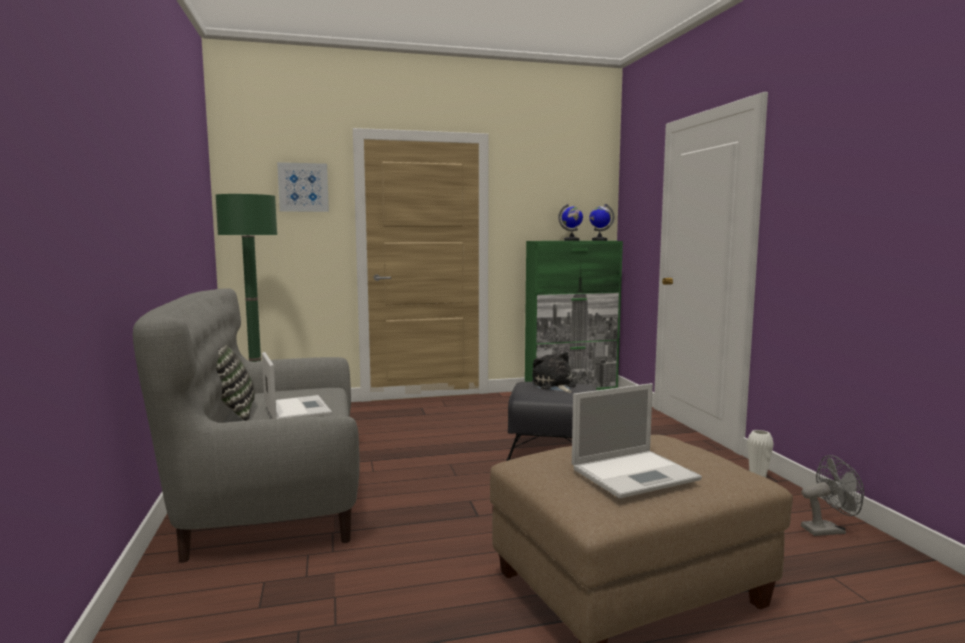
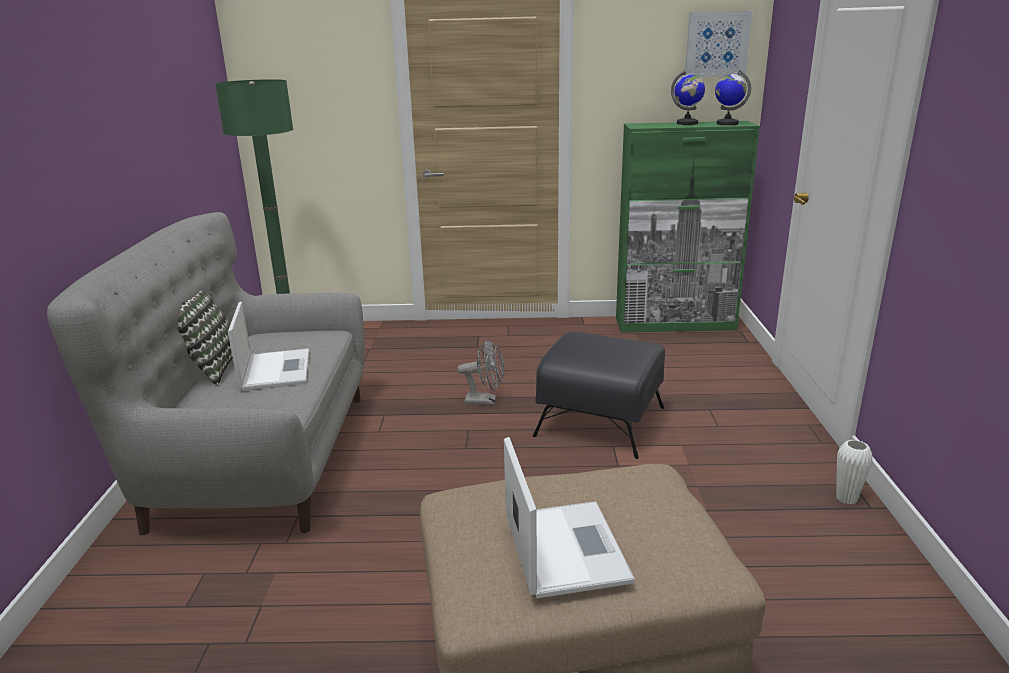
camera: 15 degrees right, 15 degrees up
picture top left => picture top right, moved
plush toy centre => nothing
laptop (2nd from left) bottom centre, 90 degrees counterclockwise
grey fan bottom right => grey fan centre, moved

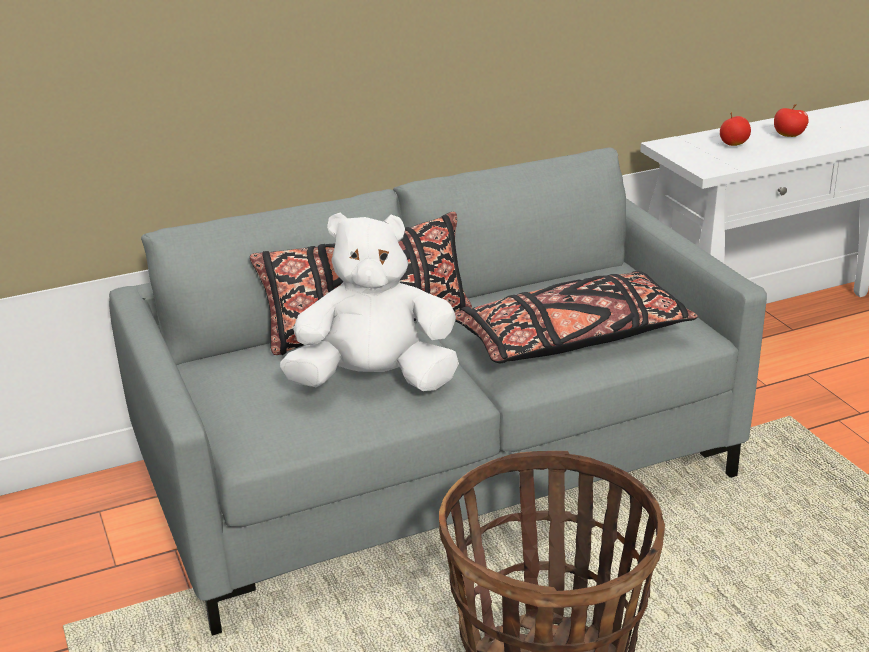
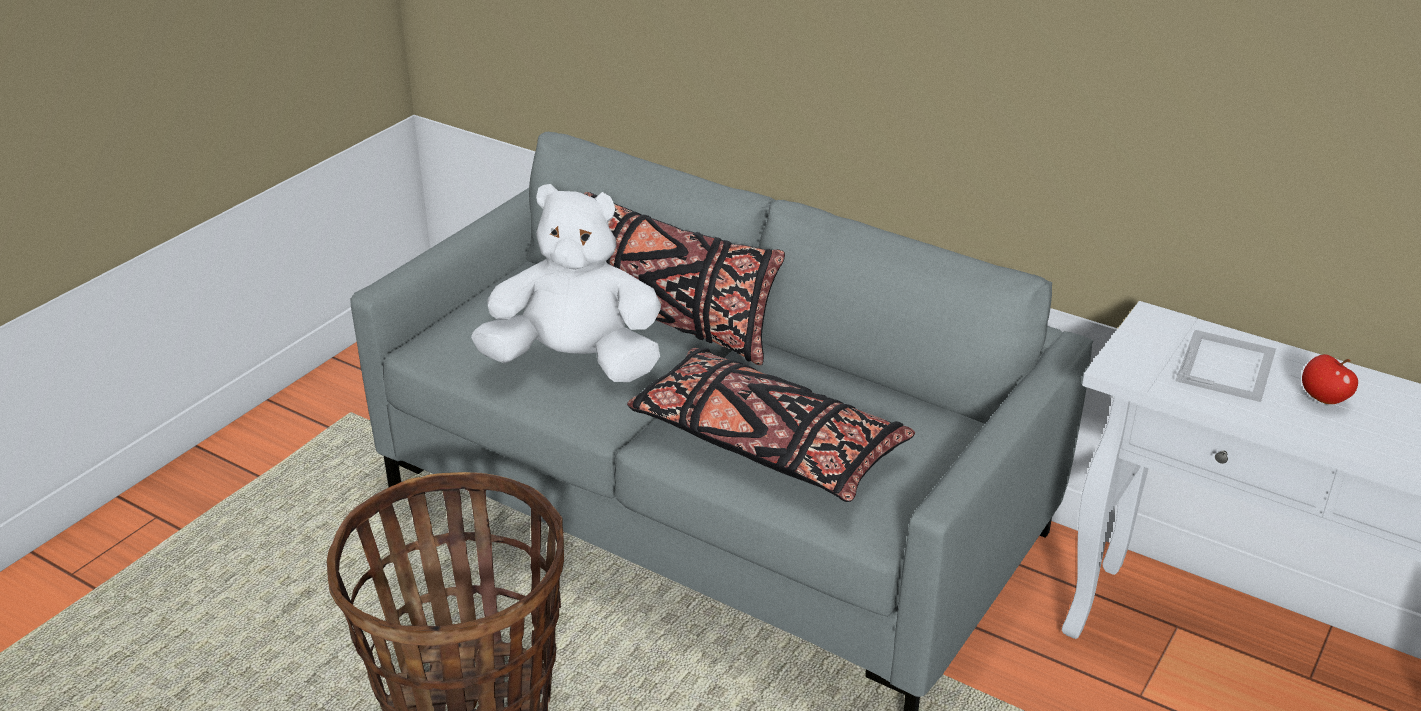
camera: 55 degrees right, 5 degrees up
white plush toy centre, 45 degrees counterclockwise
apple (1st from left) top right => picture frame middle right

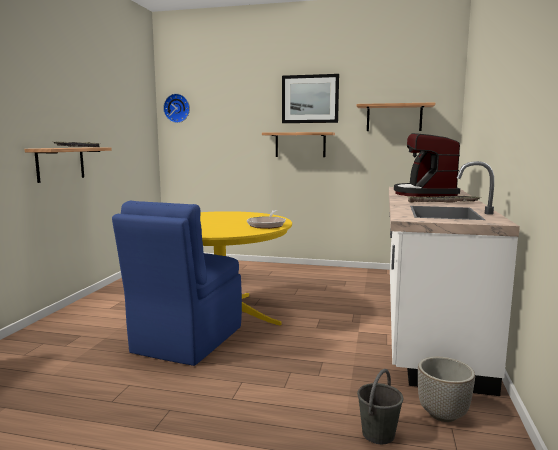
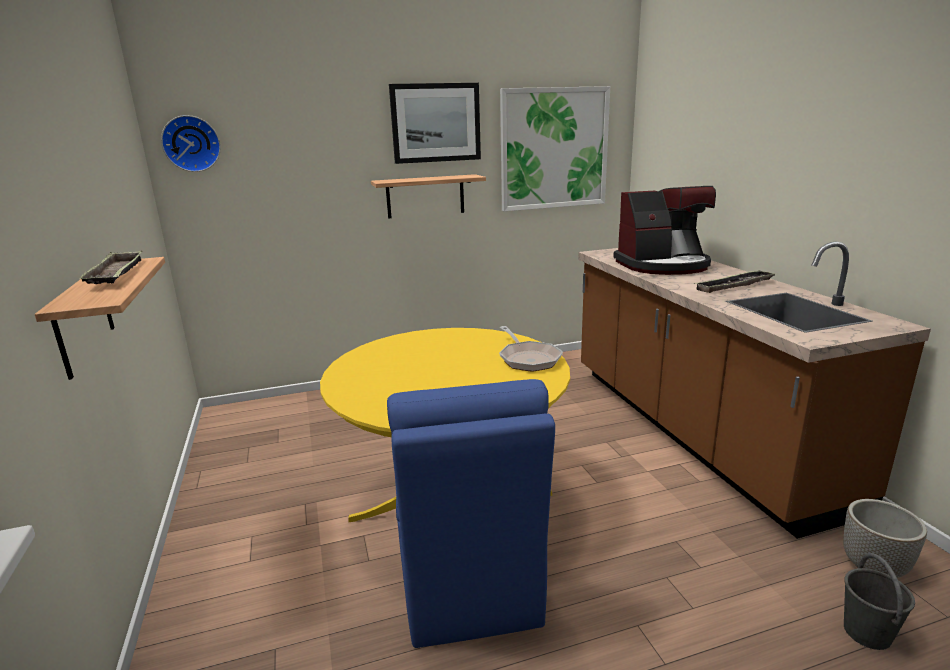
camera: 30 degrees left, 10 degrees up
shelf (3rd from left) top right => picture (2nd from left) top centre
white counter middle right => brown counter middle right
coffee machine middle right, 75 degrees counterclockwise

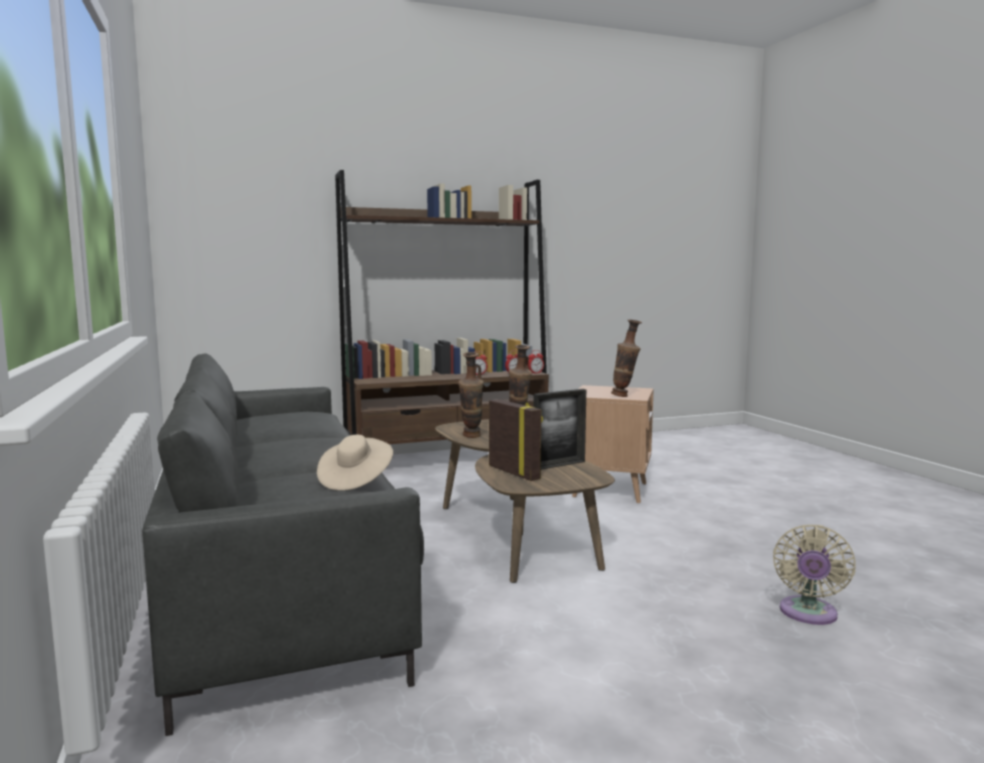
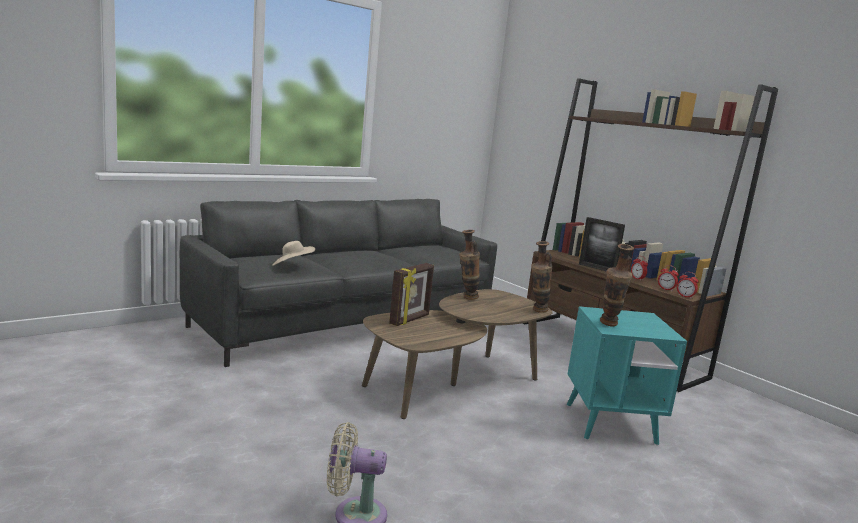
camera: 70 degrees right, 5 degrees up
picture frame (2nd from left) centre => picture frame (2nd from left) middle right, moved
brown side table centre => turquoise side table bottom right

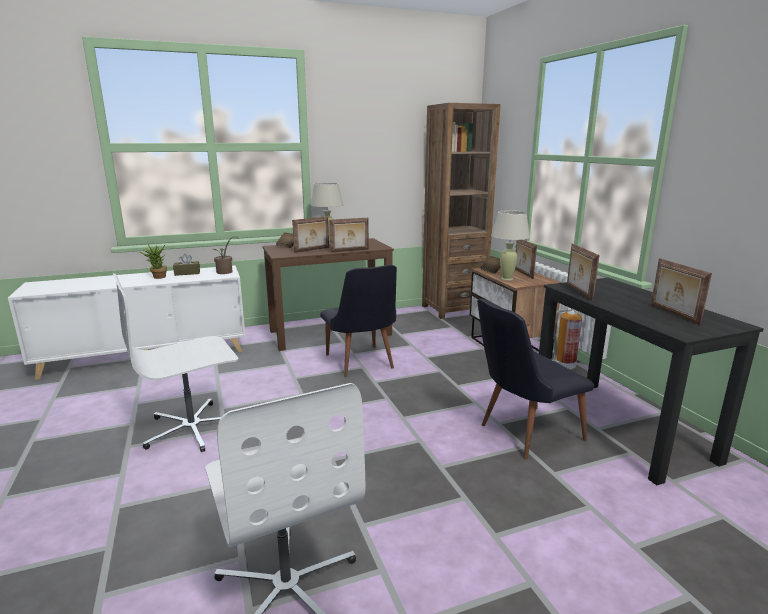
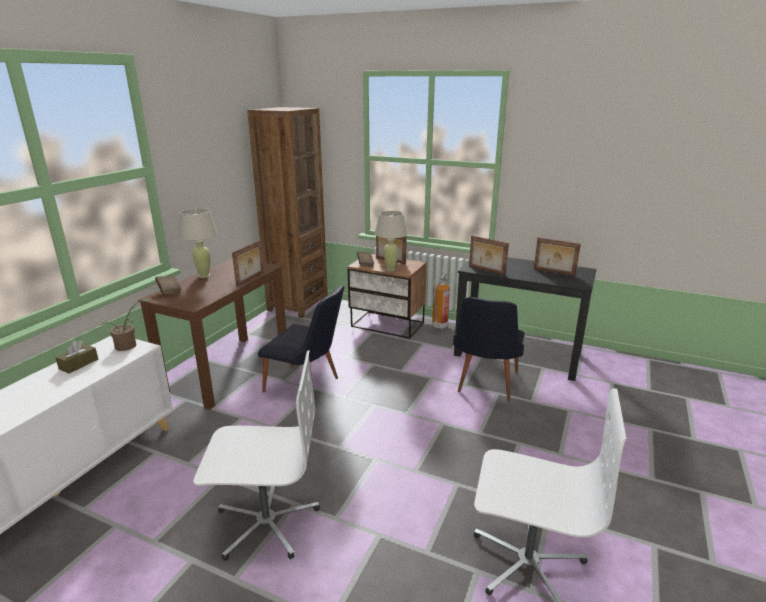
camera: 45 degrees left, 5 degrees up
white office chair (1st from left) middle left => white office chair (1st from left) bottom centre, 105 degrees counterclockwise
potted plant (1st from left) middle left => nothing
picture frame (1st from left) centre => nothing

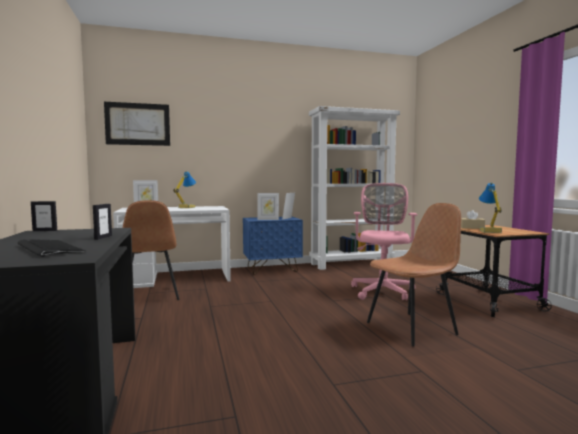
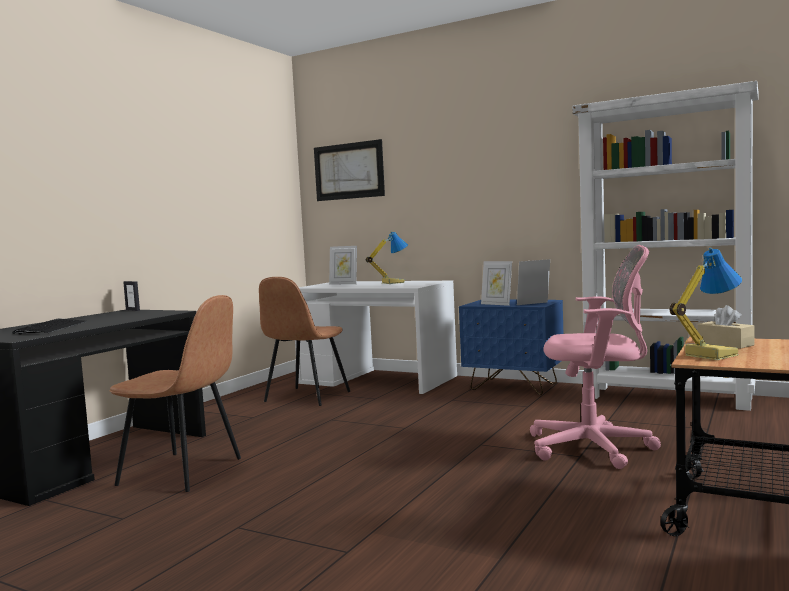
camera: 45 degrees right, 0 degrees up
picture frame (2nd from left) middle left => nothing
pink office chair centre => pink office chair middle right, 45 degrees clockwise
brown chair (2nd from left in the first image) middle right => brown chair (1st from left) middle left, moved

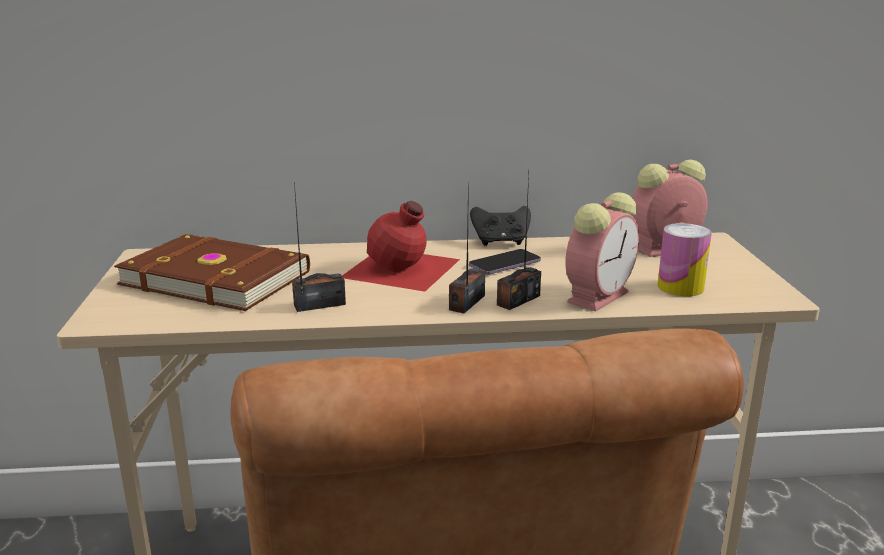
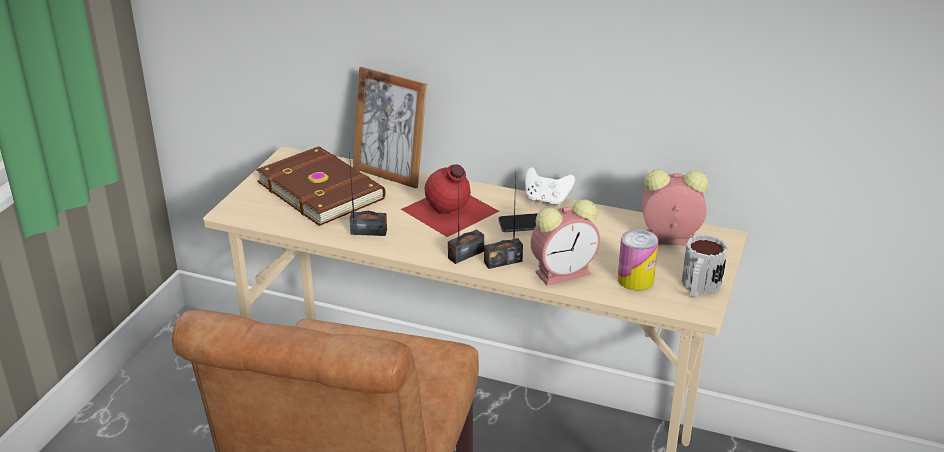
camera: 25 degrees right, 10 degrees up
black game controller centre => white game controller centre
nothing => picture frame top centre
nothing => mug middle right

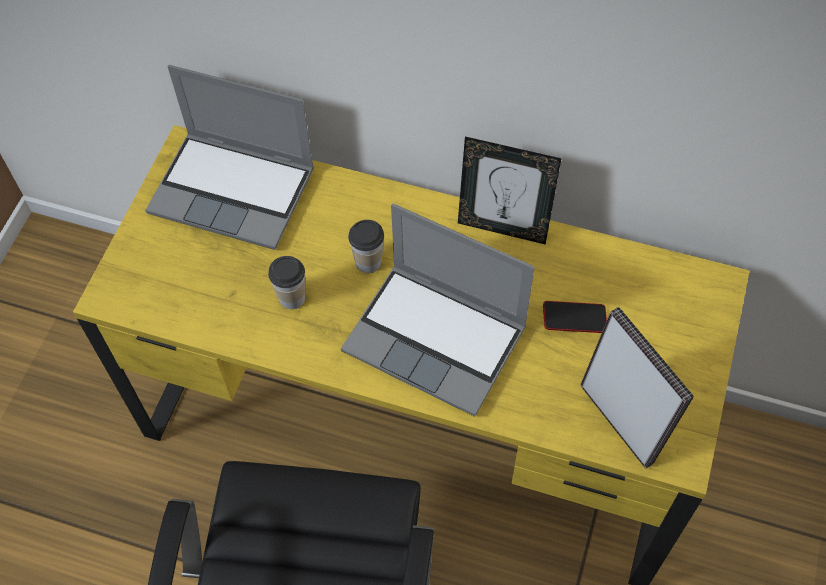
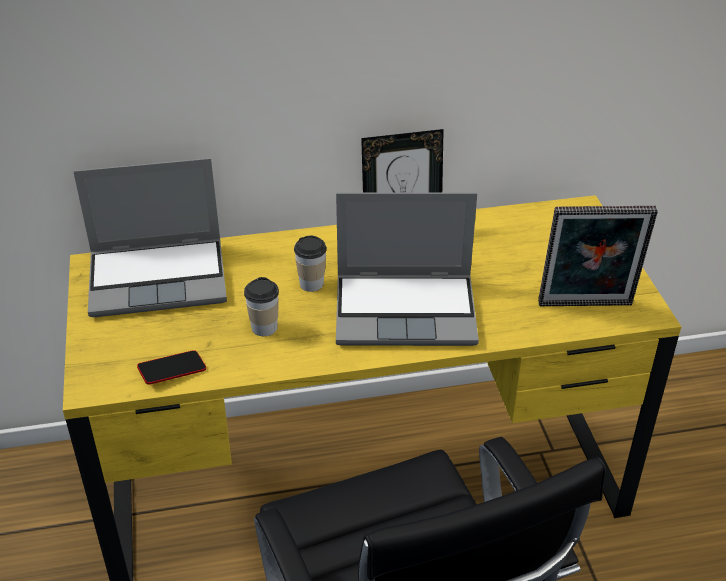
camera: 30 degrees left, 20 degrees down
phone middle right => phone middle left, moved
picture frame (2nd from left) middle right, 150 degrees clockwise

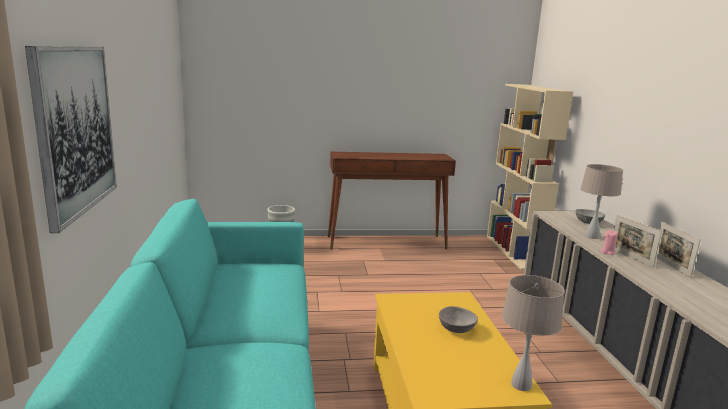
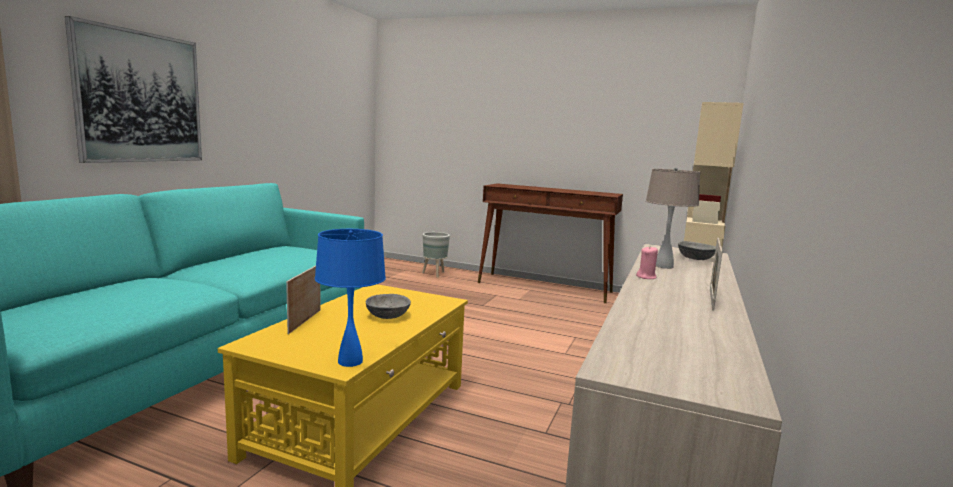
camera: 30 degrees right, 5 degrees down
beige table lamp (1st from left) bottom right => blue table lamp centre
picture frame (1st from left) middle right => picture frame (1st from left) middle left, moved

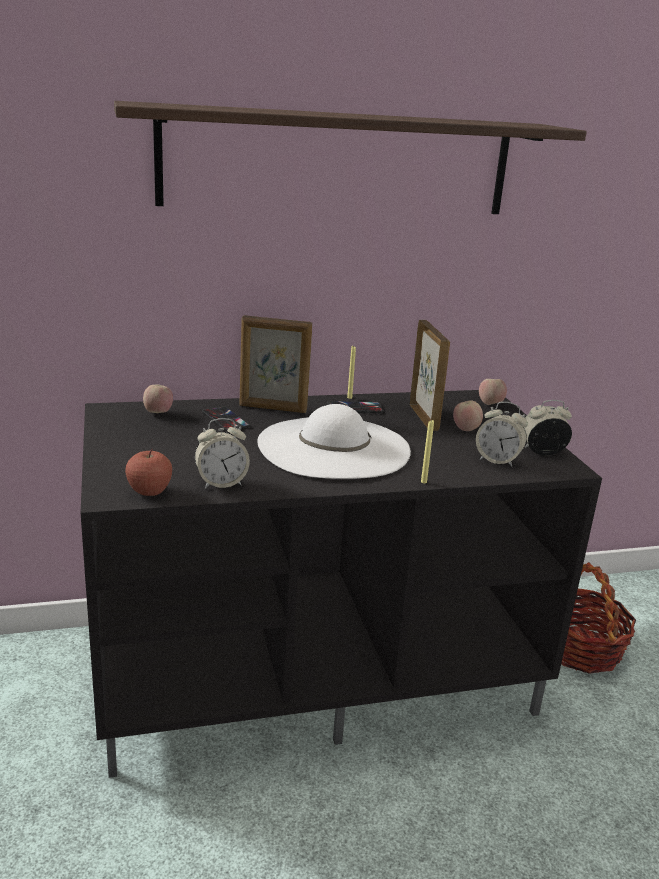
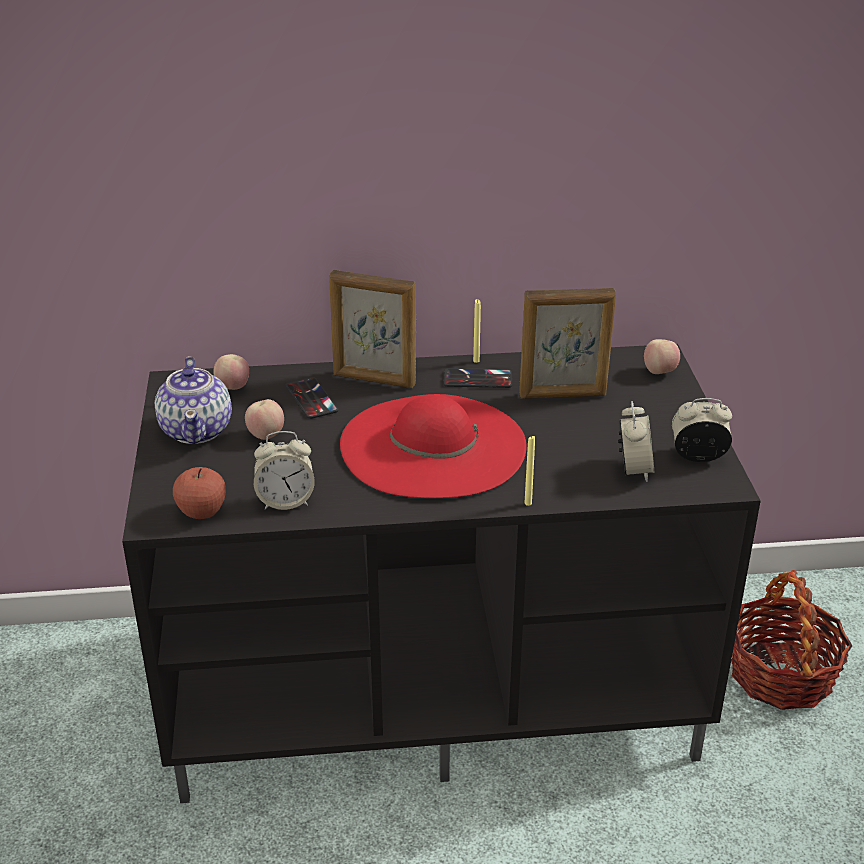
camera: 10 degrees right, 10 degrees up
shelf top centre => nothing
white hat centre => red hat centre
picture frame (2nd from left) centre, 90 degrees clockwise
apple (3rd from left) middle right => apple (3rd from left) middle left, moved
alarm clock (2nd from left) middle right, 120 degrees counterclockwise
nothing => teapot middle left

